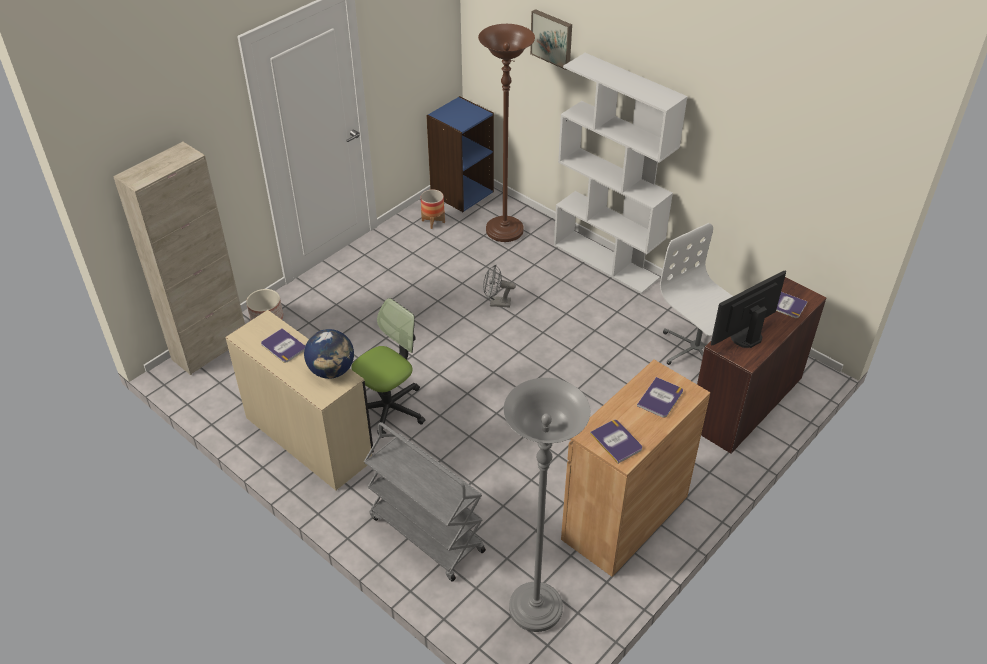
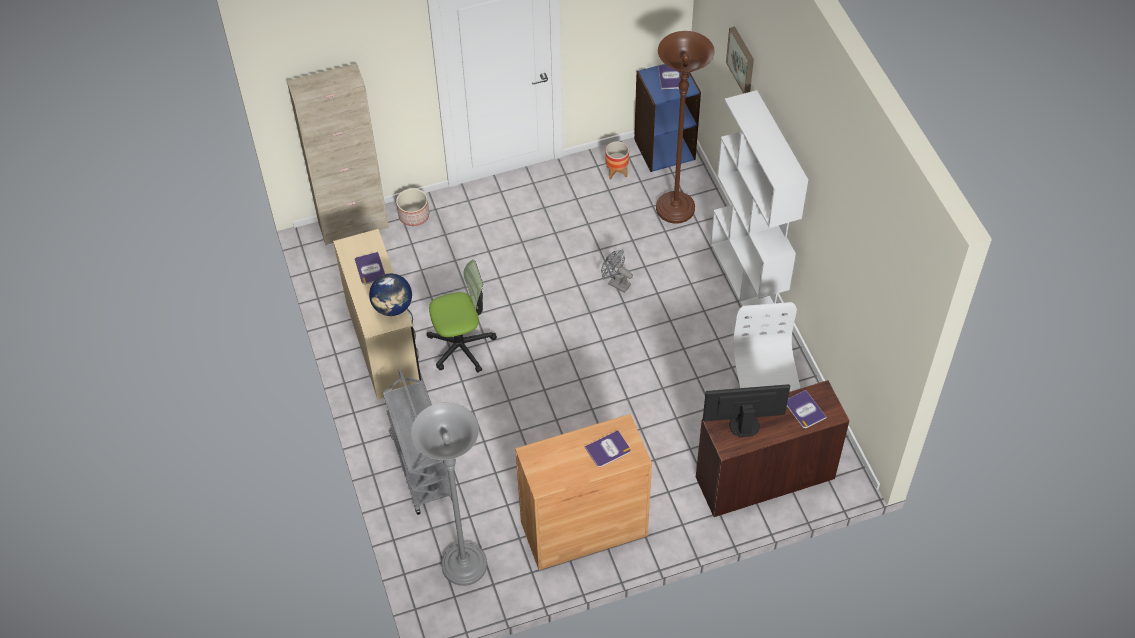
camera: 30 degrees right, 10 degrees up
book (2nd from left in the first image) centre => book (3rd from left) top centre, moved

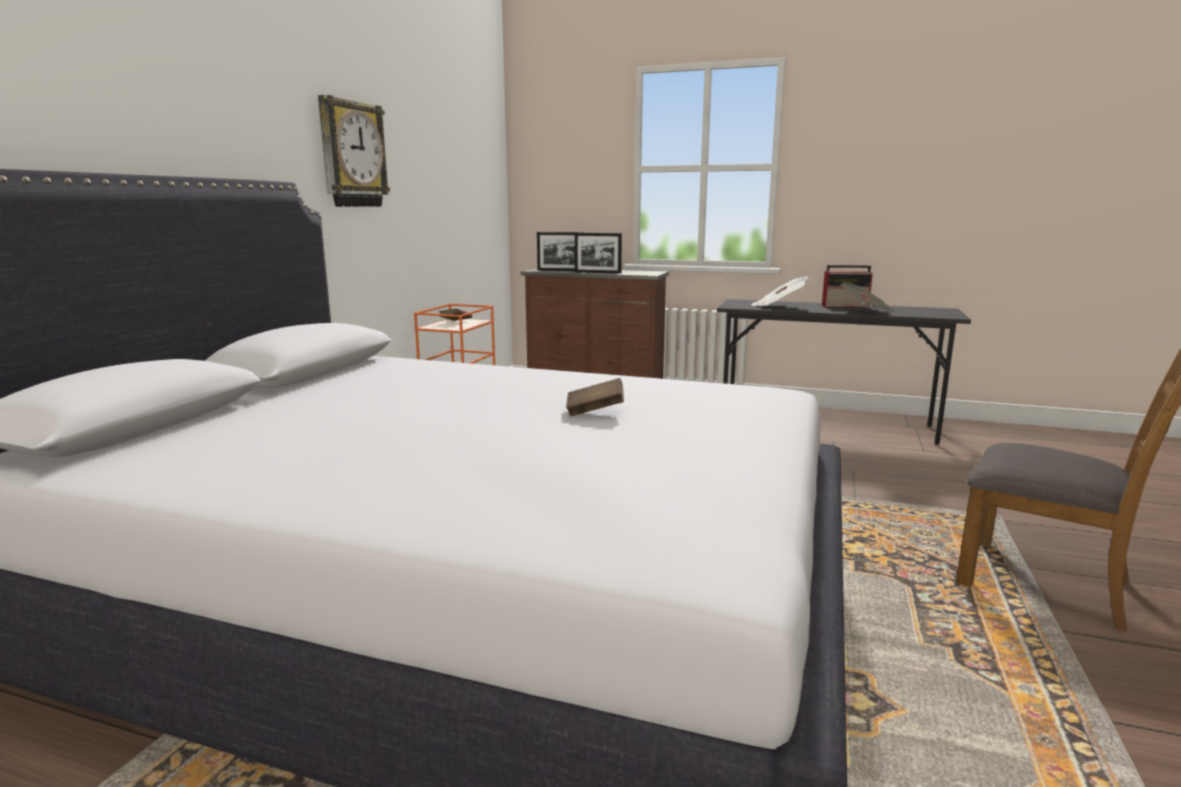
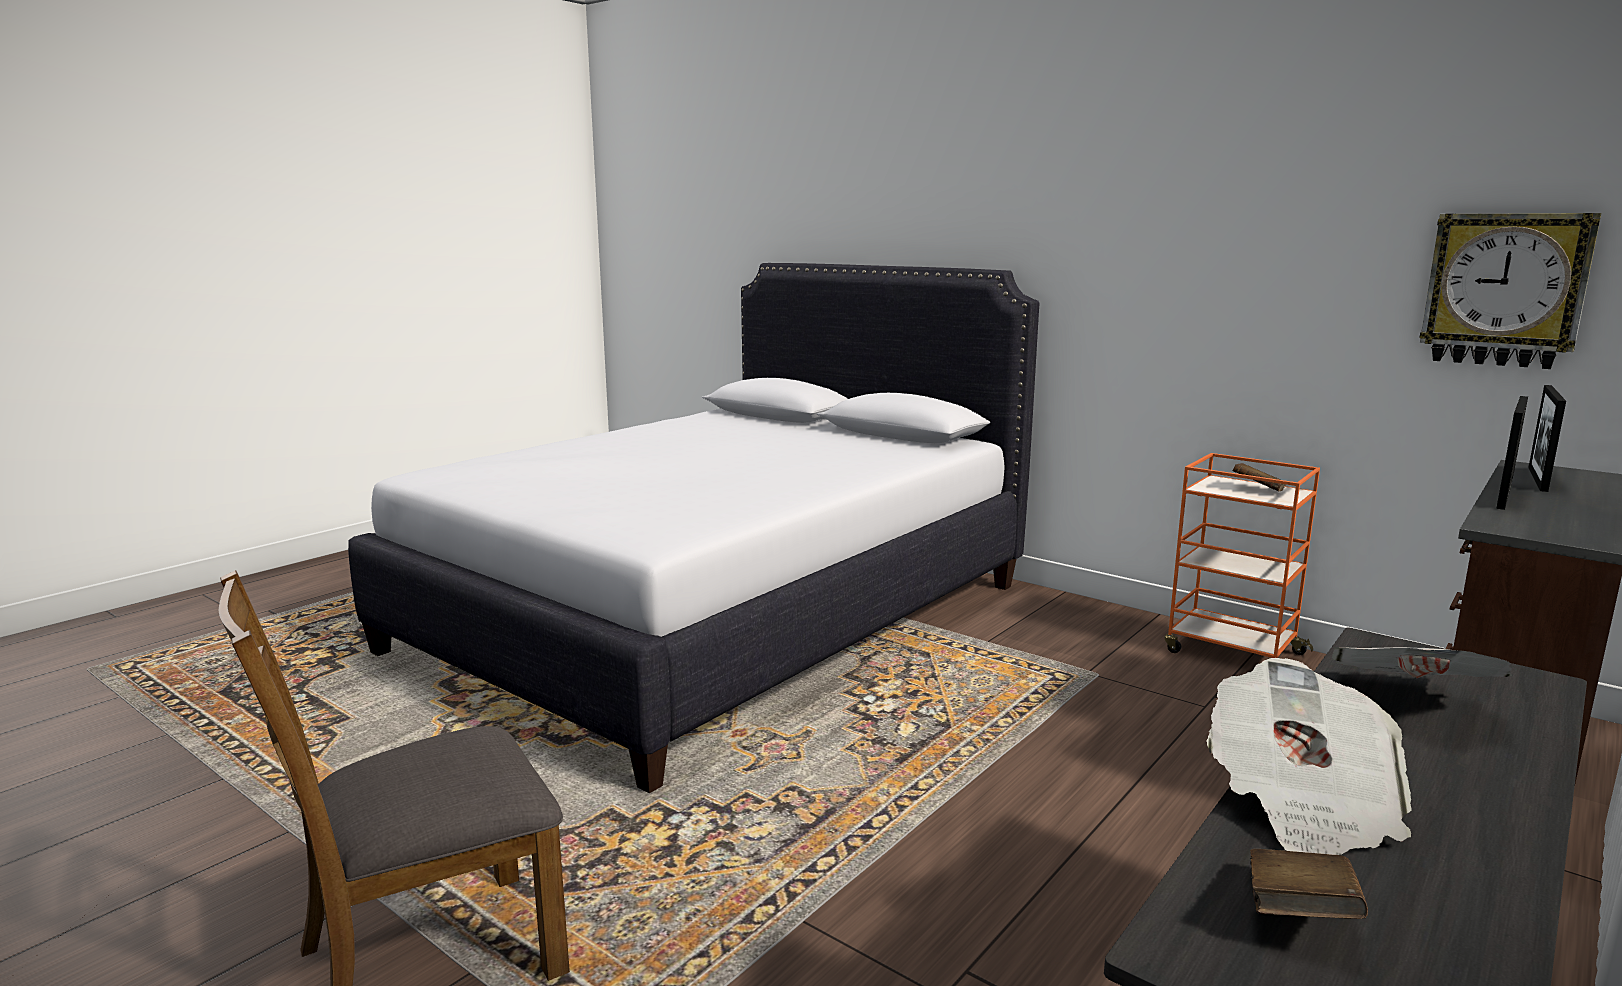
camera: 110 degrees right, 0 degrees up
wall clock top left => wall clock top right, moved
brown book (2nd from left) centre => brown book (2nd from left) bottom right, moved
radio middle right => nothing

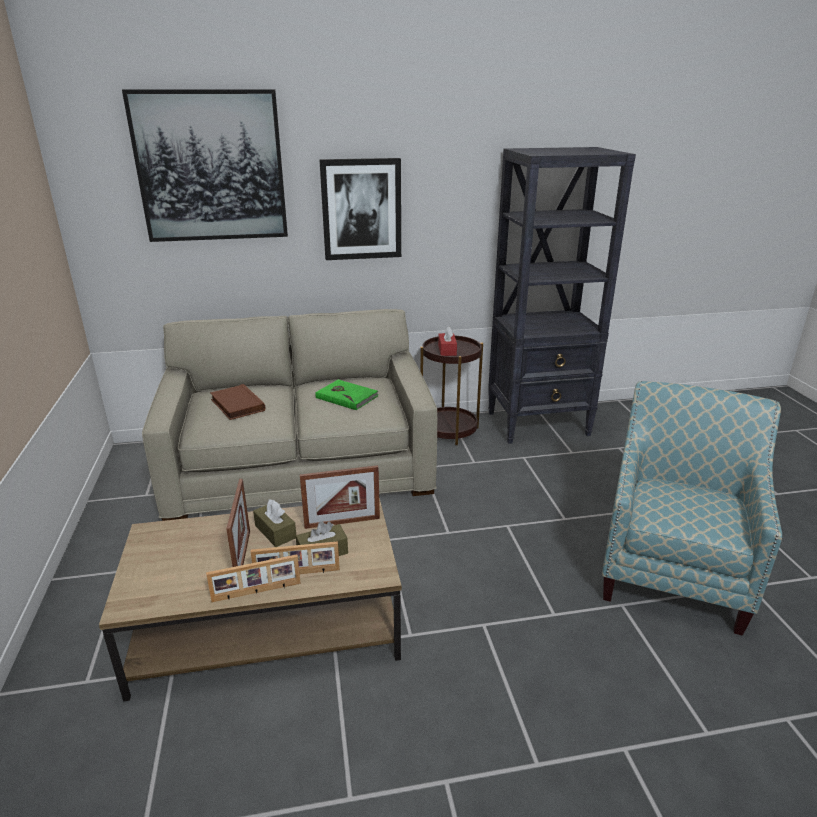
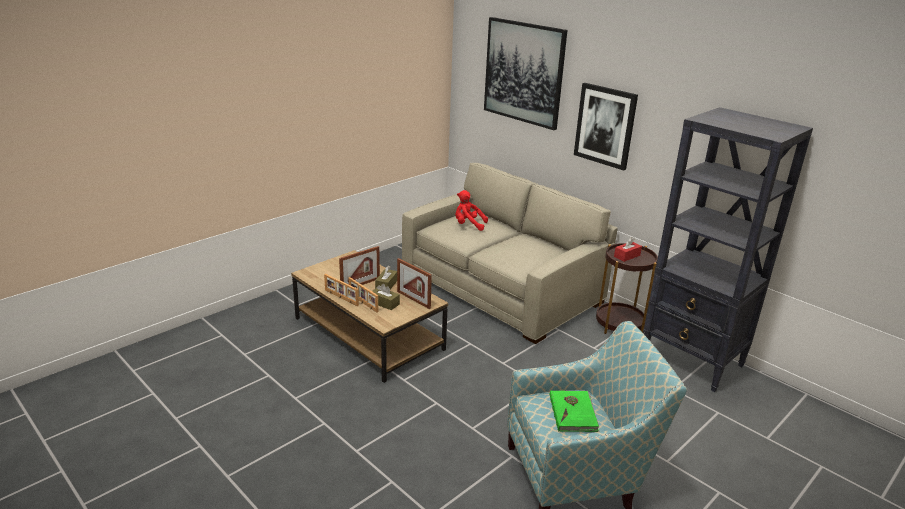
camera: 55 degrees right, 0 degrees up
brown book middle left => red plush toy centre
green book centre => green book bottom centre, moved

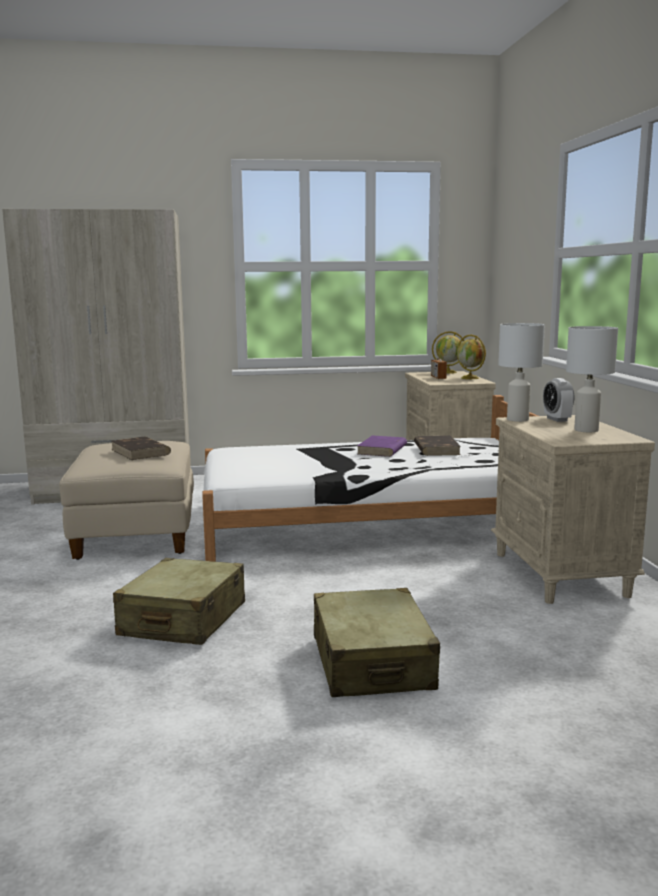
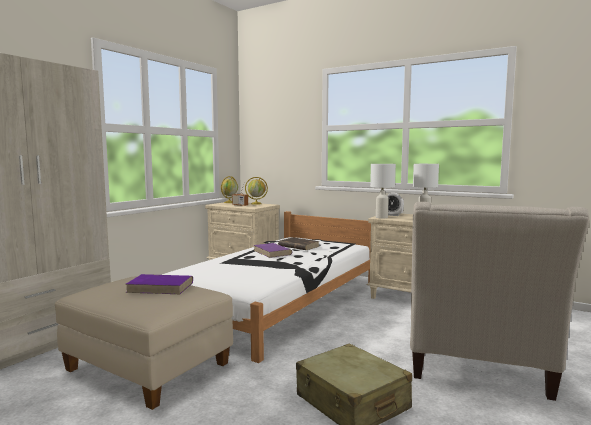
camera: 50 degrees left, 5 degrees down
brown book (1st from left) middle left => purple book (1st from left) bottom left
beige suitcase (2nd from left) bottom centre => beige armchair bottom right

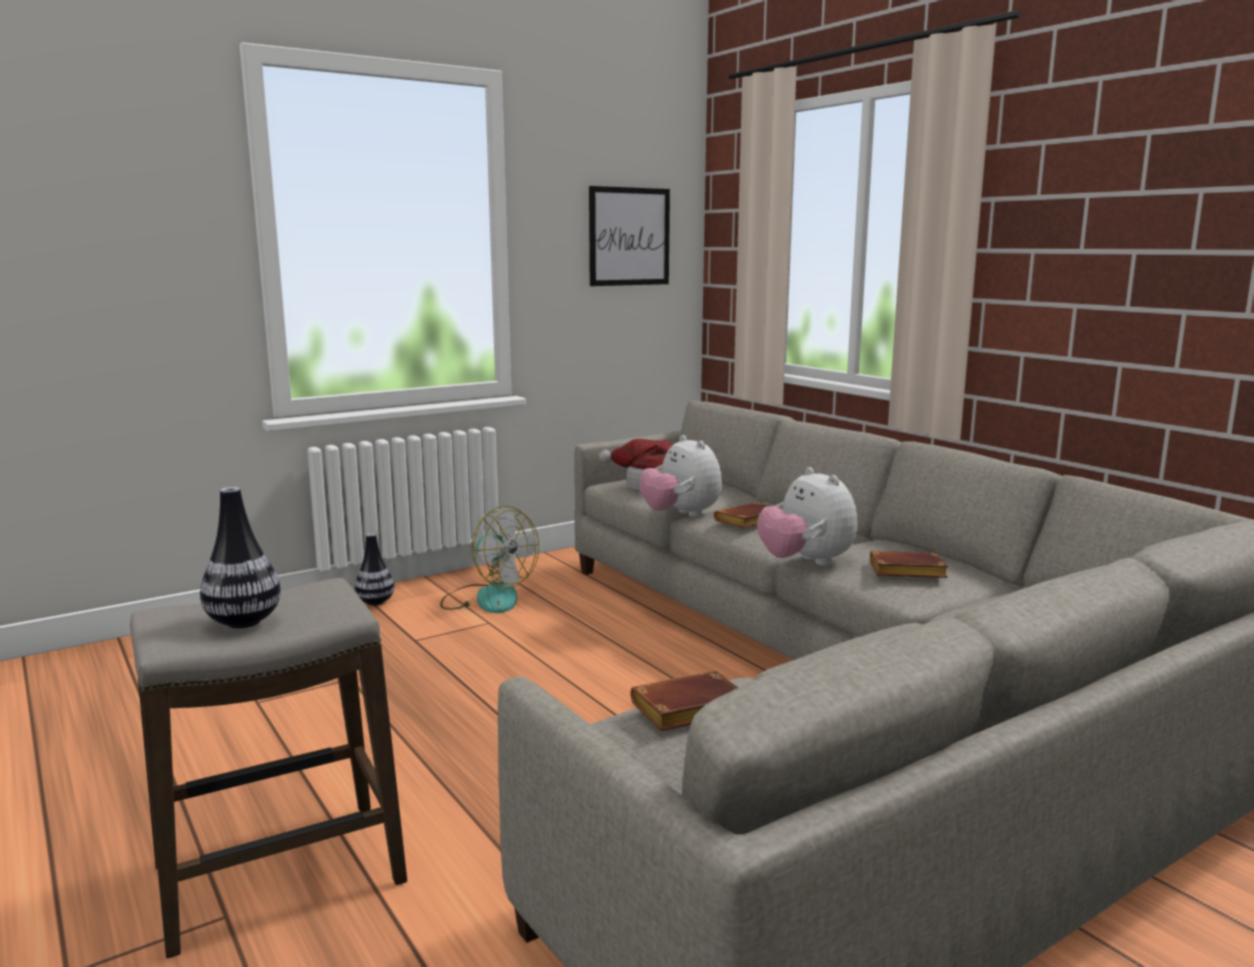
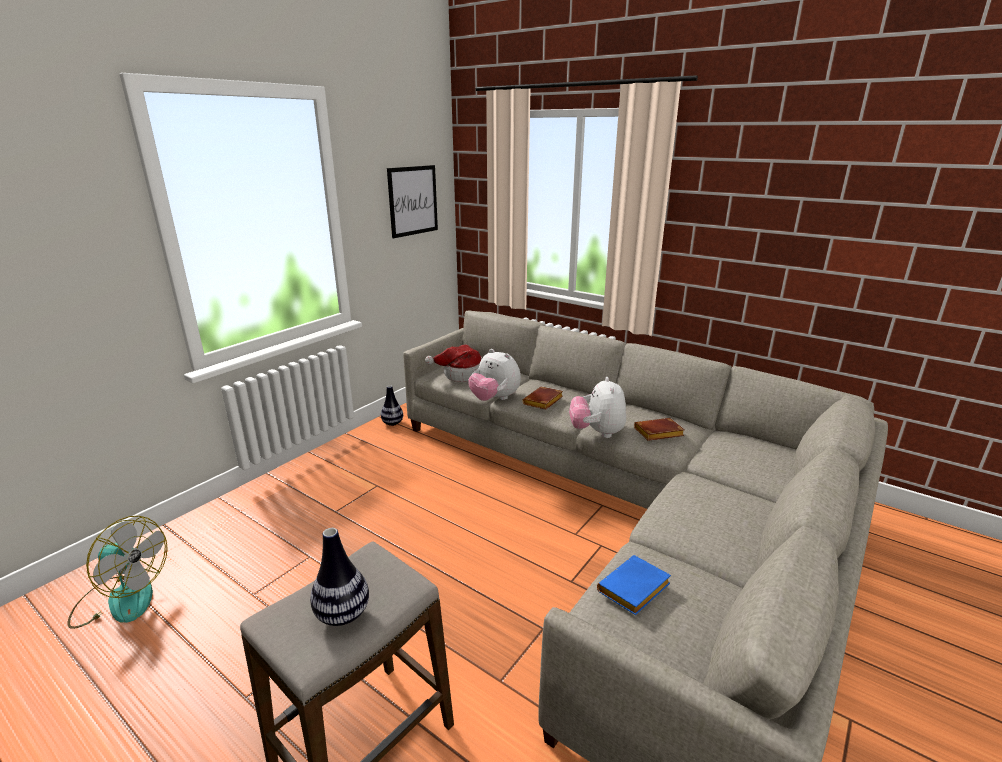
camera: 20 degrees left, 10 degrees up
vase (2nd from left) middle left => vase (2nd from left) centre, moved
fan centre => fan bottom left, moved
brown book (1st from left) bottom centre => blue book bottom centre
plush toy (2nd from left) centre, 45 degrees clockwise

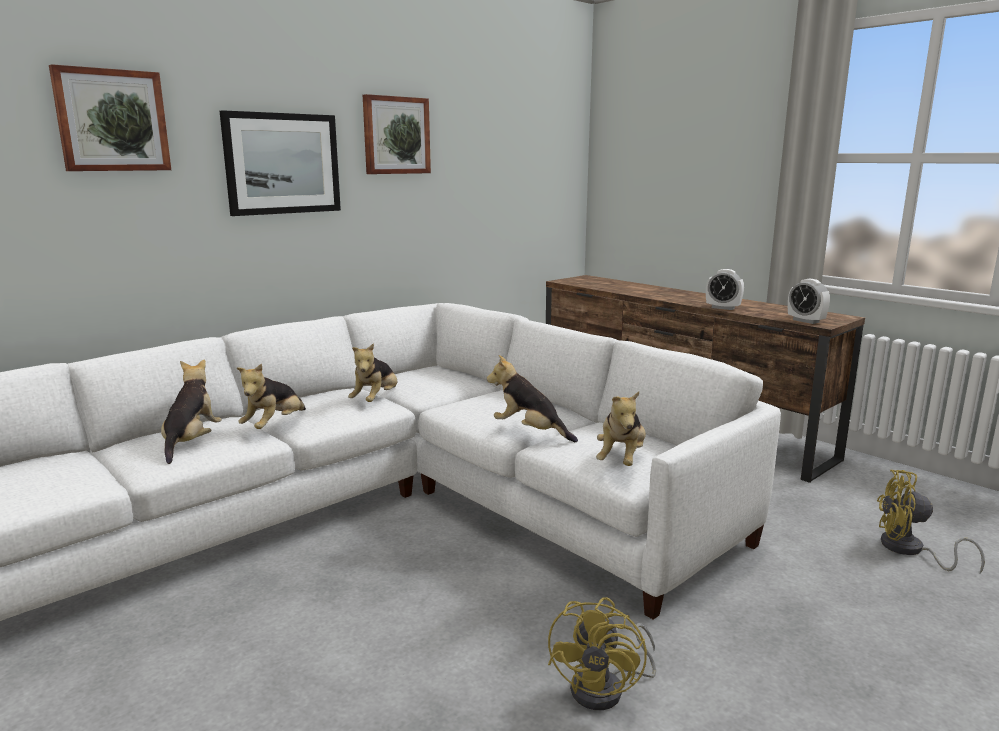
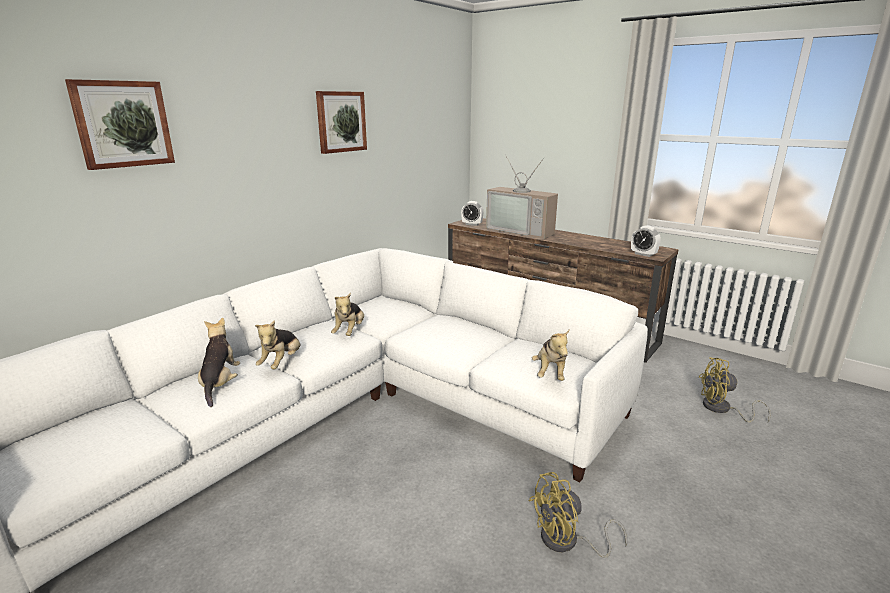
camera: 10 degrees left, 5 degrees up
picture (2nd from left) top left => nothing
plush toy (4th from left) centre => nothing
yellow fan (1st from left) bottom centre, 60 degrees clockwise
alarm clock (1st from left) middle right => alarm clock (1st from left) centre, moved
nothing => television top centre

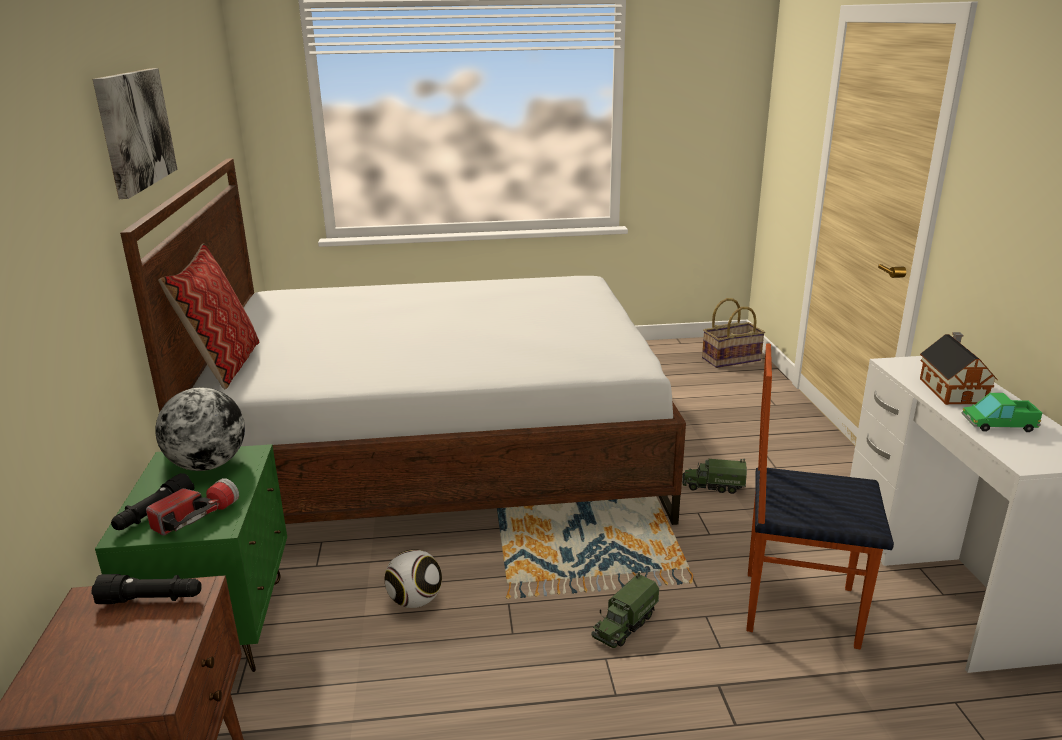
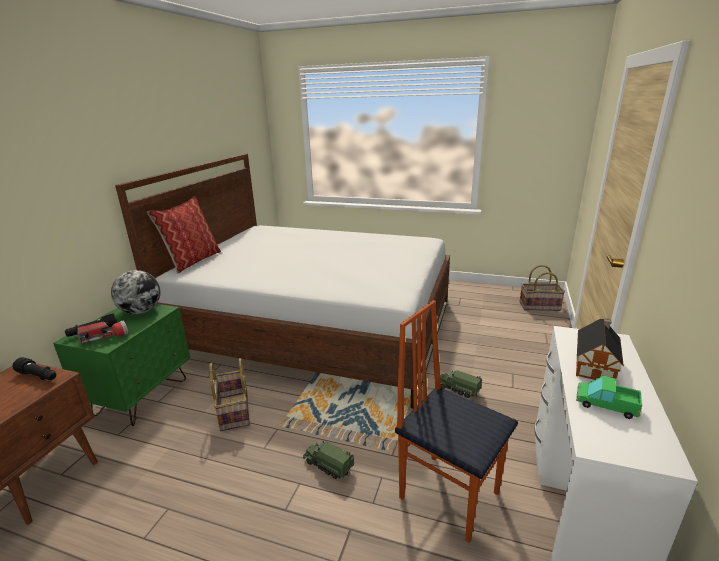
camera: 25 degrees right, 0 degrees up
picture top left => nothing
football bottom centre => basket (1st from left) bottom left
toy truck (1st from left) bottom centre, 60 degrees clockwise

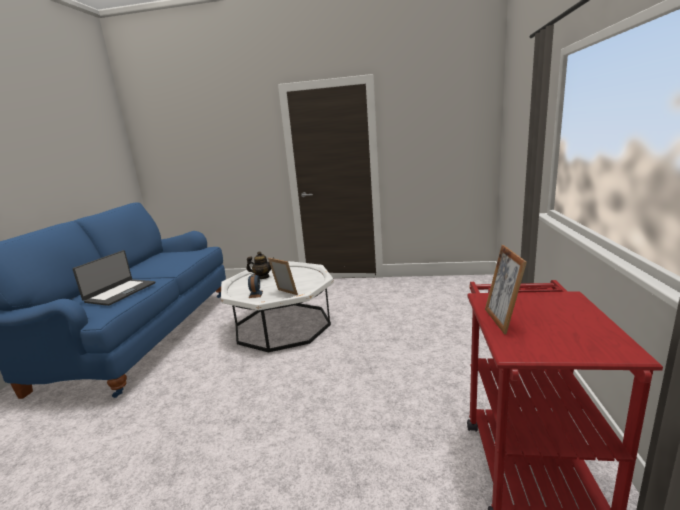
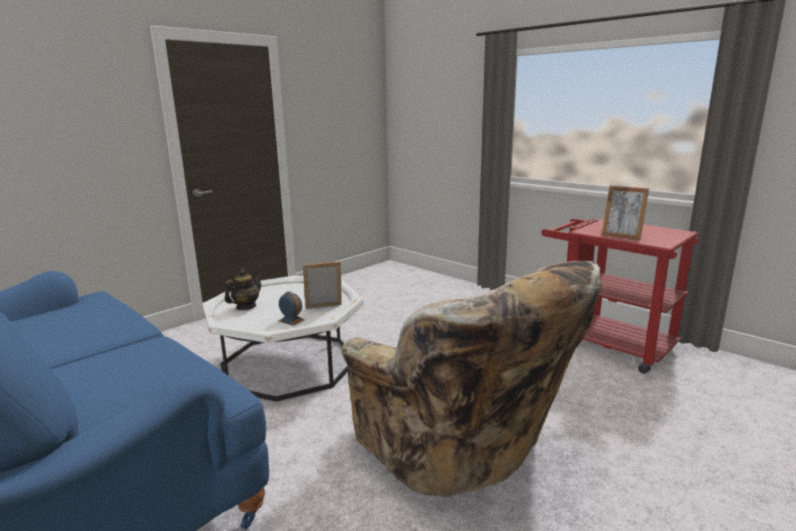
camera: 55 degrees left, 0 degrees up
laptop middle left => nothing
nothing => beige armchair bottom centre

